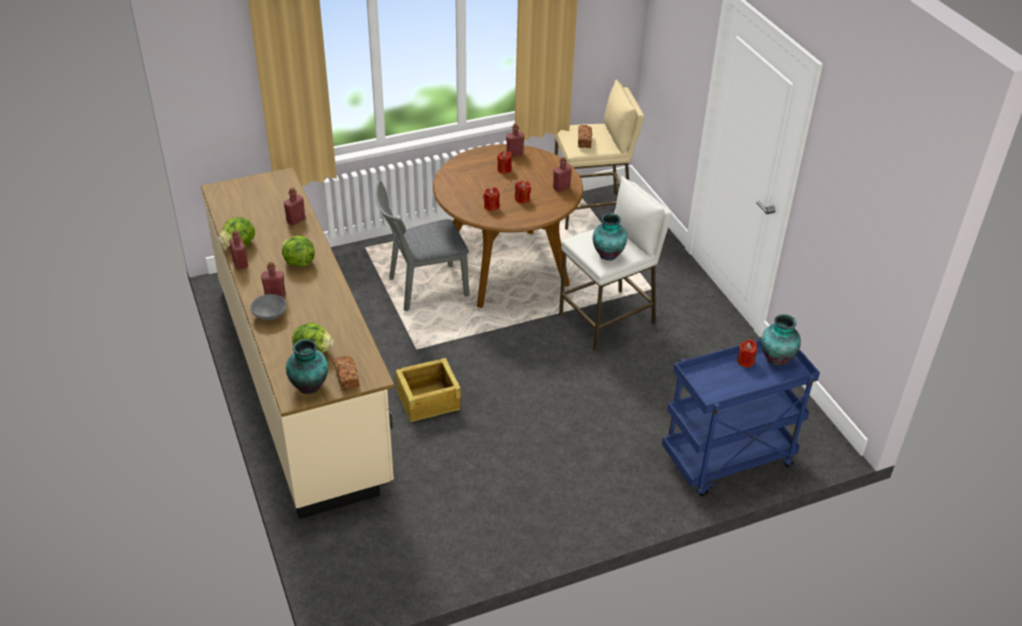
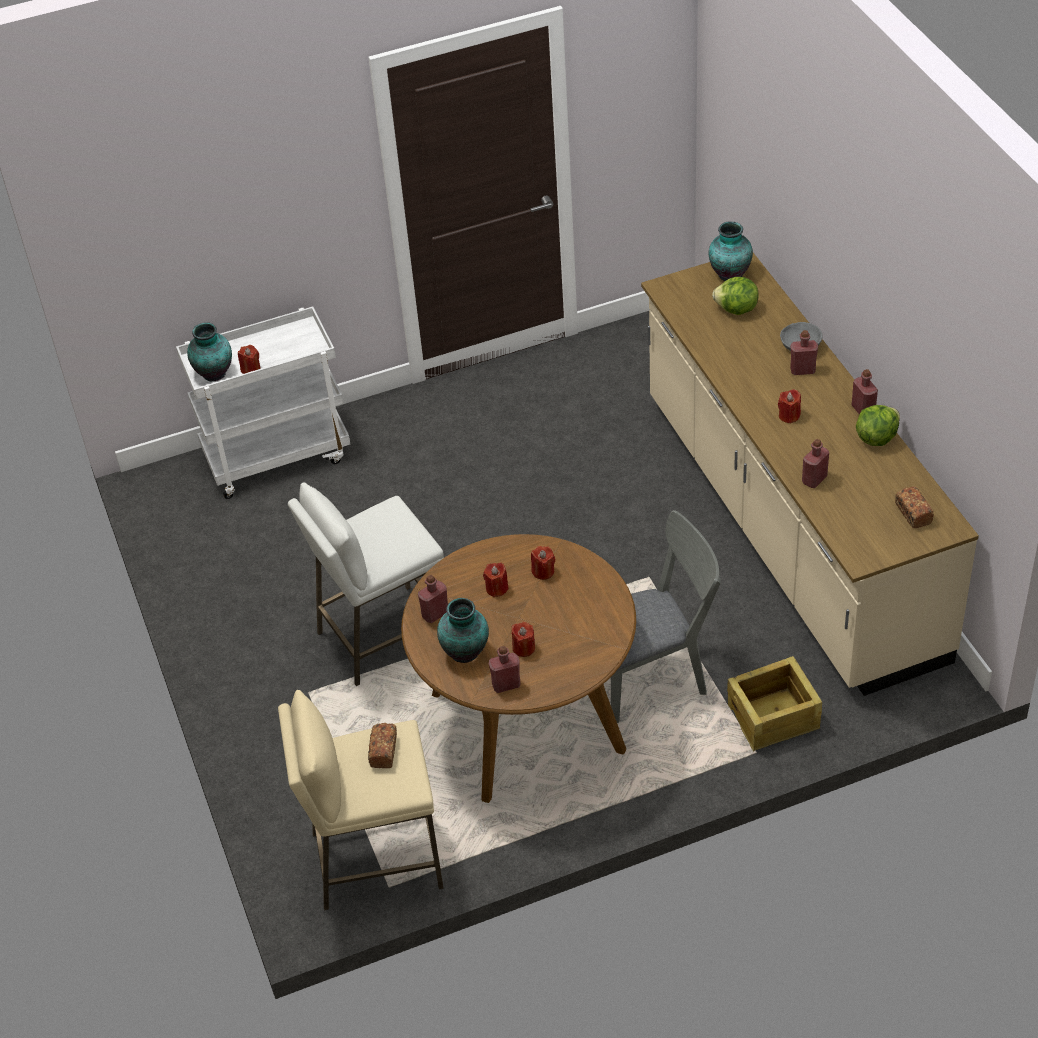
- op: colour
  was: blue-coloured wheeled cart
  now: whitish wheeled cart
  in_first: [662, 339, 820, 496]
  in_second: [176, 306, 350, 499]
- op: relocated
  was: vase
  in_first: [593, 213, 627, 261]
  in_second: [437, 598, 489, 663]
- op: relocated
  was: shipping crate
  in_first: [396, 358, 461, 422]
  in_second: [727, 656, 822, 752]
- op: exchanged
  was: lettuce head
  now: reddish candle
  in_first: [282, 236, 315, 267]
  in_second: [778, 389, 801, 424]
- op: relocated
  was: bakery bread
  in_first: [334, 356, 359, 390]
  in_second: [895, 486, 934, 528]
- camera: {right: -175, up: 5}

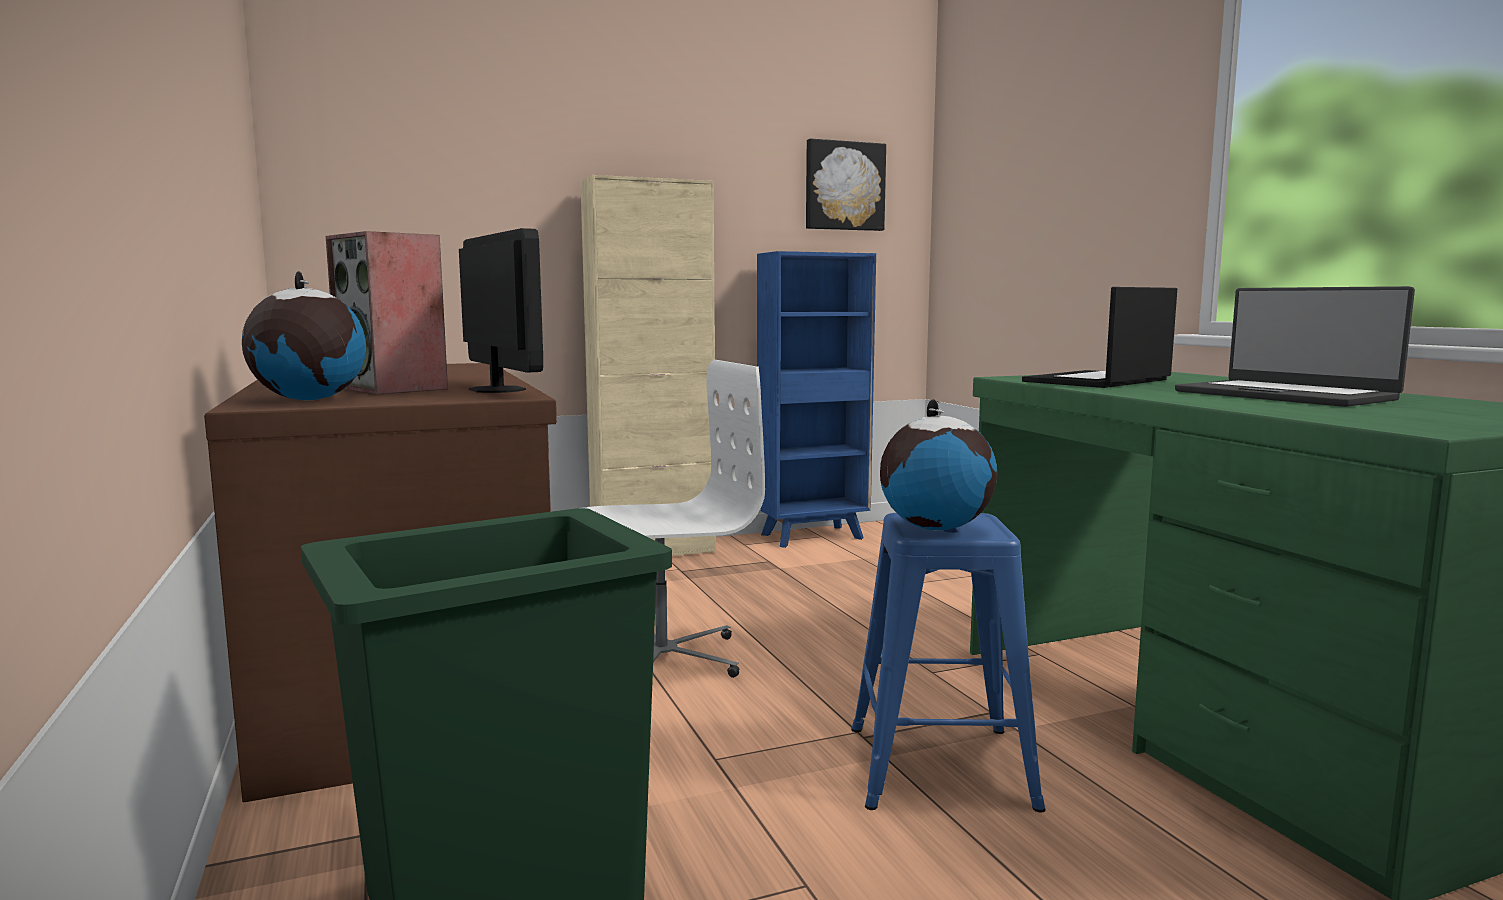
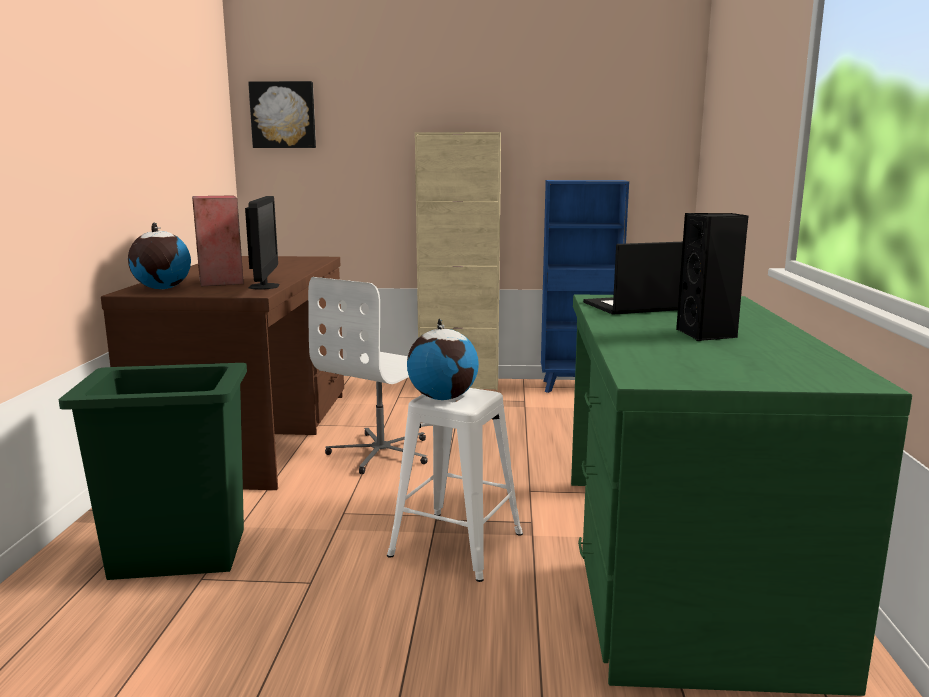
- op: relocated
  was: wall picture
  in_first: [806, 139, 886, 231]
  in_second: [248, 81, 316, 148]
- op: spun
  was: whitish computer chair
  in_first: [582, 360, 765, 678]
  in_second: [308, 277, 428, 474]
  clockwise: 120
- op: colour
  was: blue-coloured sitting stool
  now: whitish sitting stool
  in_first: [851, 513, 1046, 813]
  in_second: [387, 388, 523, 582]
- op: exchanged
  was: notebook computer
  now: black-coloured speaker
  in_first: [1175, 286, 1415, 407]
  in_second: [676, 213, 749, 341]
- camera: {right: 25, up: 5}

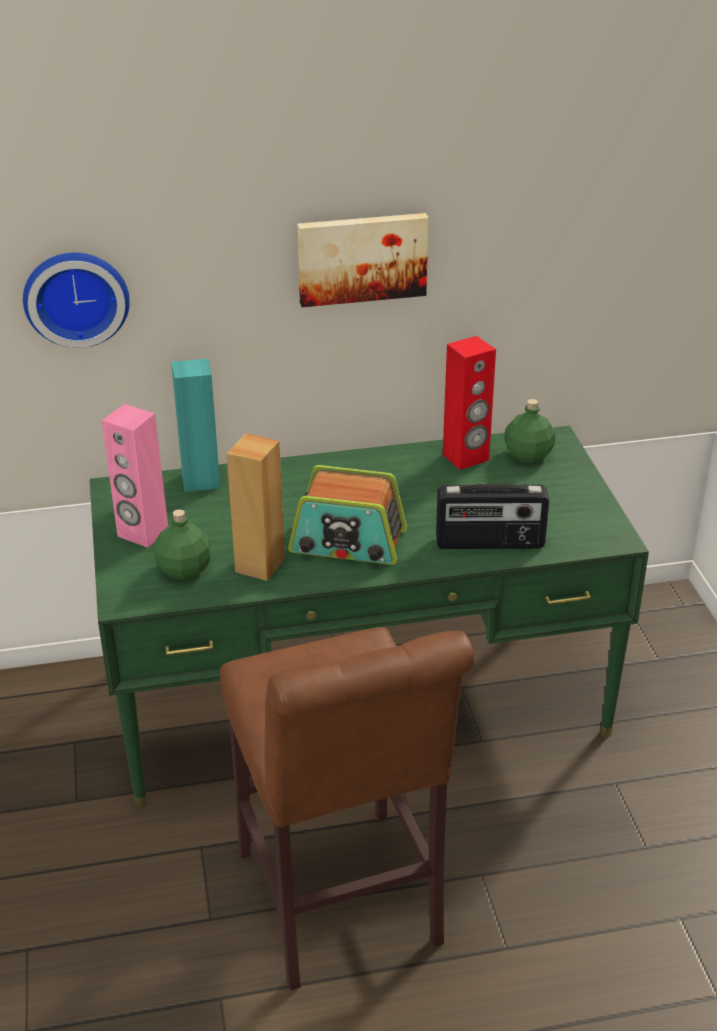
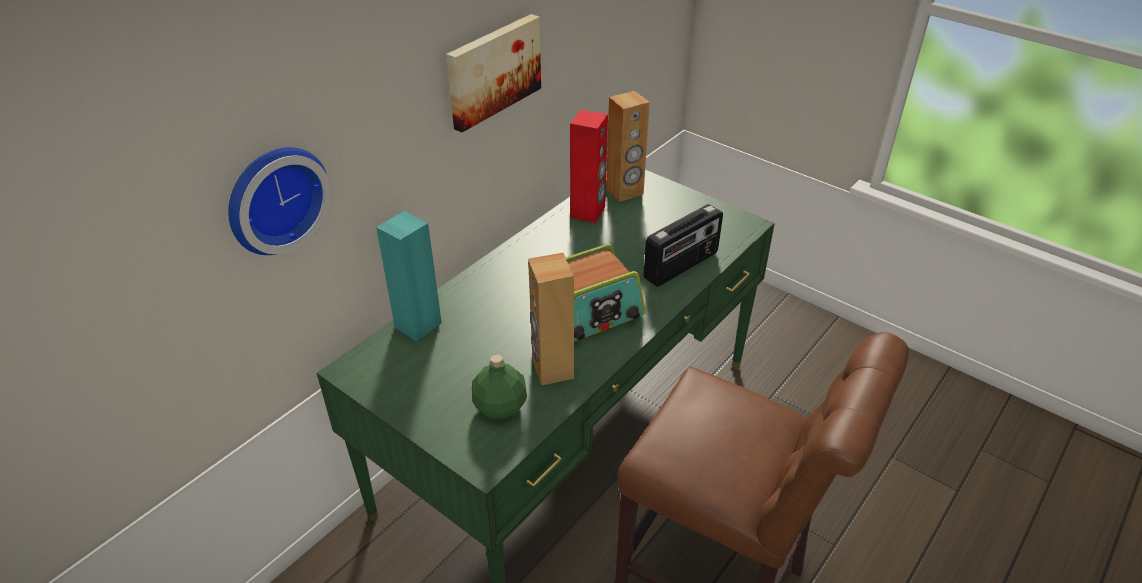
- op: exchanged
  was: green drink bottle
  now: brown speaker
  in_first: [504, 399, 555, 463]
  in_second: [606, 91, 650, 202]
- op: missing
  was: pink-coloured speaker
  in_first: [102, 404, 168, 548]
- camera: {right: -40, up: 5}

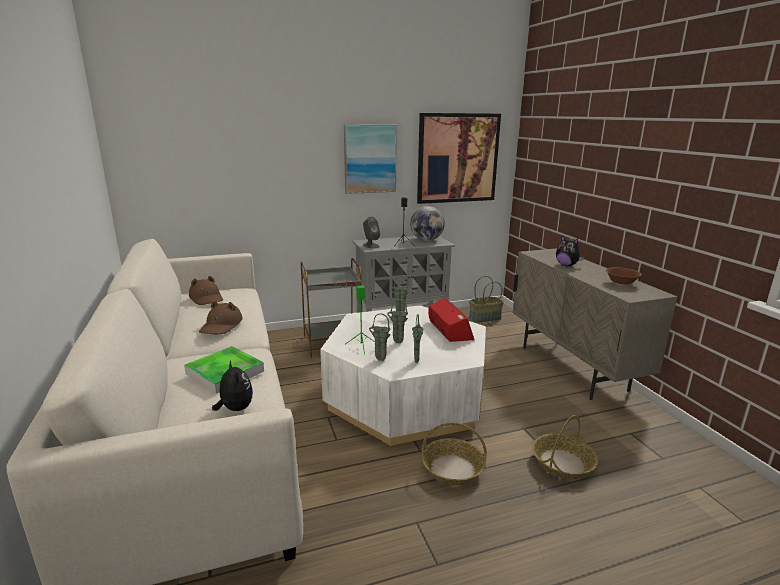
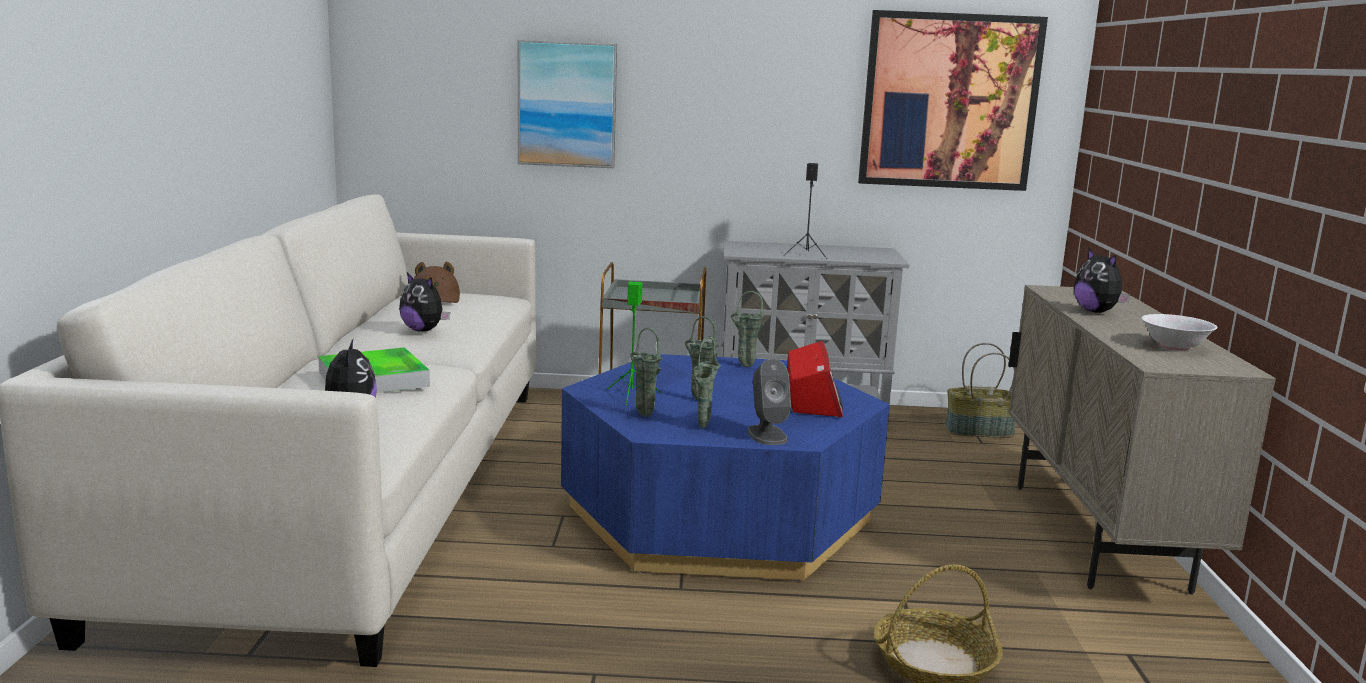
- op: exchanged
  was: brown clothing hat
  now: plush toy
  in_first: [199, 301, 242, 334]
  in_second: [399, 273, 450, 332]
- op: relocated
  was: wall picture
  in_first: [344, 124, 397, 194]
  in_second: [518, 40, 617, 168]
- op: colour
  was: whitish coffee table
  now: blue-coloured coffee table
  in_first: [320, 305, 486, 446]
  in_second: [561, 354, 890, 581]
- op: relocated
  was: gray speaker
  in_first: [363, 216, 380, 249]
  in_second: [747, 359, 791, 445]
- op: colour
  was: brown serving bowl
  now: whitish serving bowl
  in_first: [606, 267, 642, 286]
  in_second: [1142, 314, 1217, 350]
- op: missing
  was: desk globe
  in_first: [410, 206, 445, 241]
- op: missing
  was: basket
  in_first: [422, 422, 487, 486]
- camera: {right: 20, up: -5}

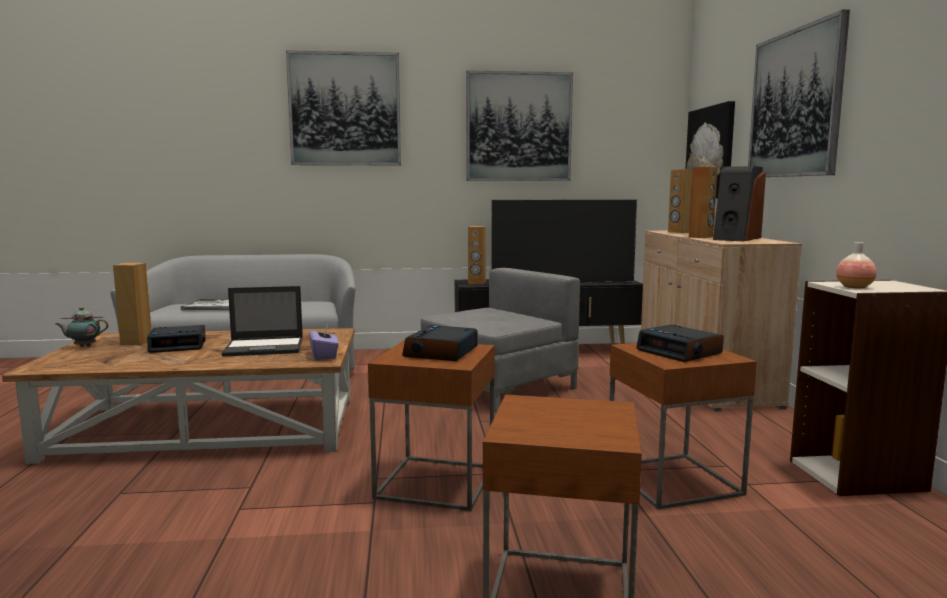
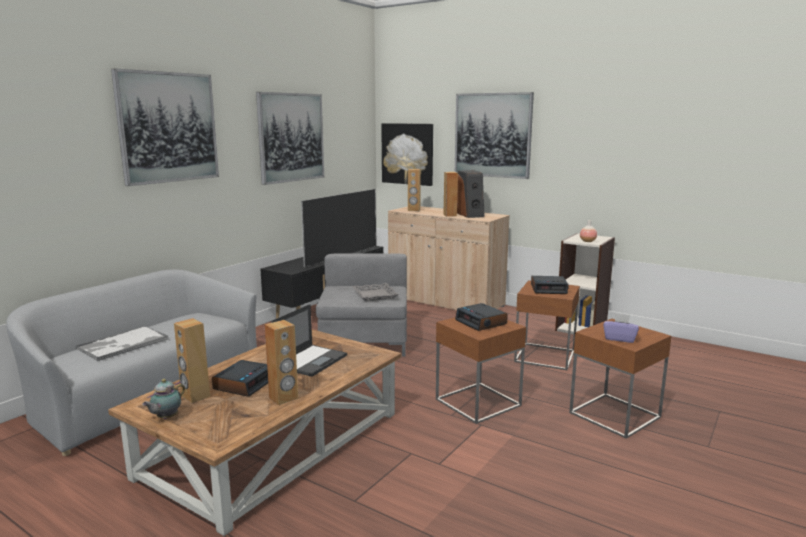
- op: relocated
  was: brown speaker
  in_first: [468, 226, 486, 284]
  in_second: [265, 320, 298, 405]
- op: appeared
  now: gray serving tray
  in_second: [352, 283, 399, 301]
- op: relocated
  was: purple box of tissues
  in_first: [309, 324, 339, 360]
  in_second: [603, 313, 639, 343]
- camera: {right: -50, up: 5}

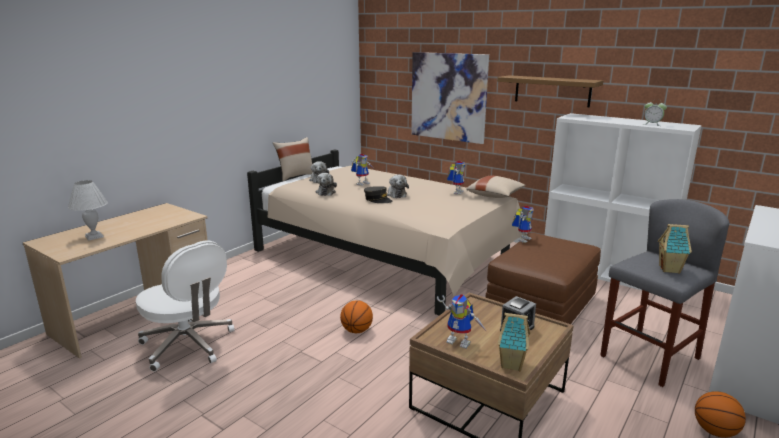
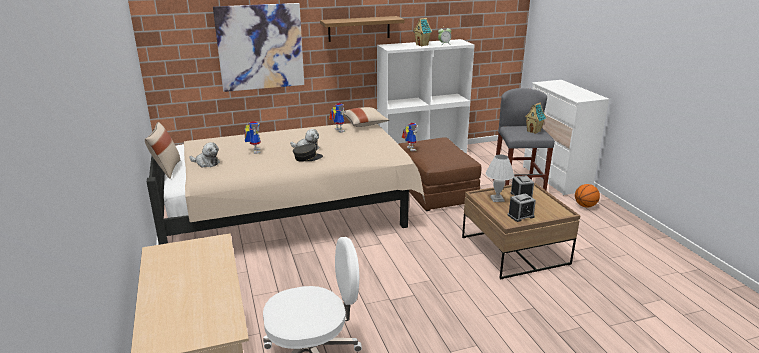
- op: relocated
  was: miniature house
  in_first: [498, 313, 530, 371]
  in_second: [413, 18, 432, 46]
- op: relocated
  was: whitish table lamp
  in_first: [68, 180, 108, 240]
  in_second: [485, 155, 514, 202]
- op: exchanged
  was: robot figure
  now: alarm clock
  in_first: [437, 295, 486, 349]
  in_second: [508, 193, 536, 222]
- op: missing
  was: plush toy
  in_first: [316, 173, 337, 196]
- op: missing
  was: basketball
  in_first: [340, 300, 373, 333]
- camera: {right: -55, up: 5}

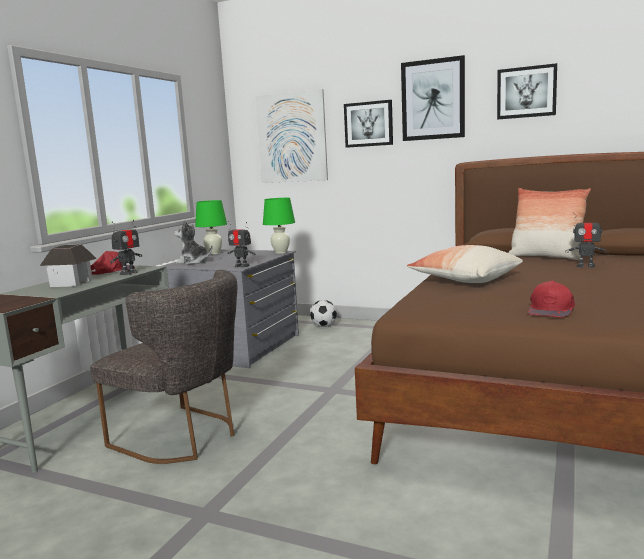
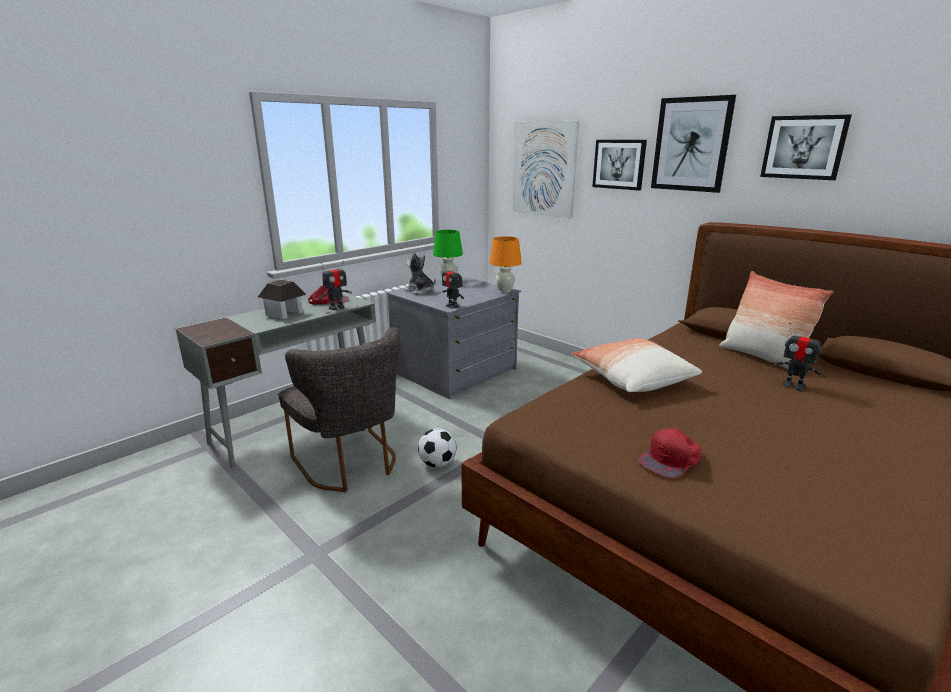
- op: relocated
  was: ball for football
  in_first: [310, 300, 337, 327]
  in_second: [418, 428, 456, 467]
- op: colour
  was: green table lamp
  now: orangey table lamp
  in_first: [263, 198, 295, 254]
  in_second: [490, 236, 522, 293]
- camera: {right: 20, up: 10}

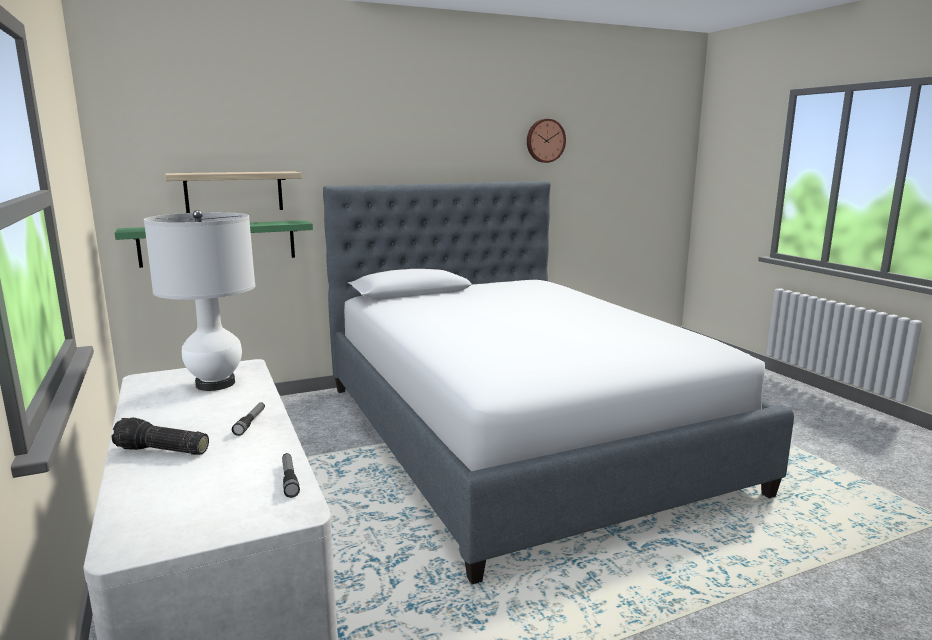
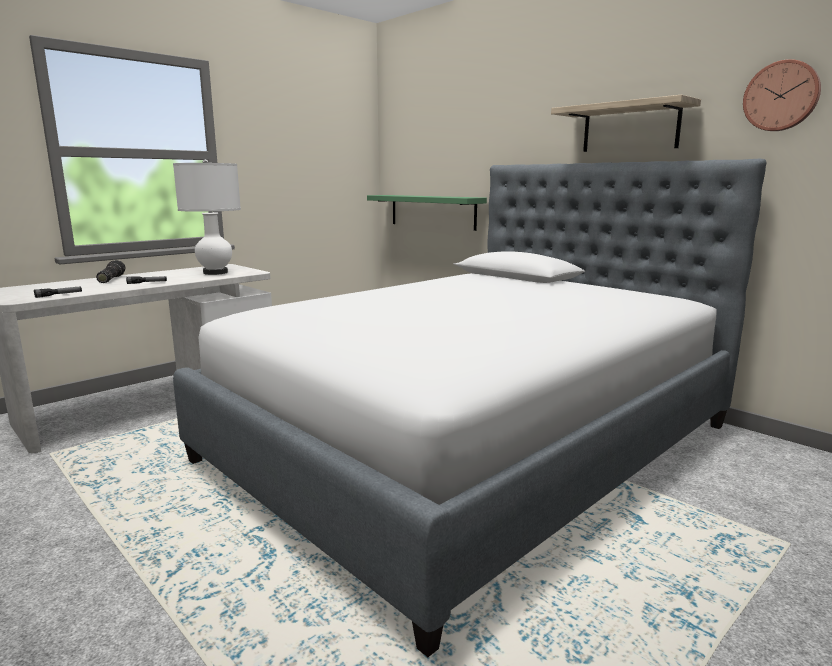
- op: relocated
  was: bracket shelf
  in_first: [165, 171, 302, 213]
  in_second: [551, 95, 701, 152]
- camera: {right: 70, up: 0}

